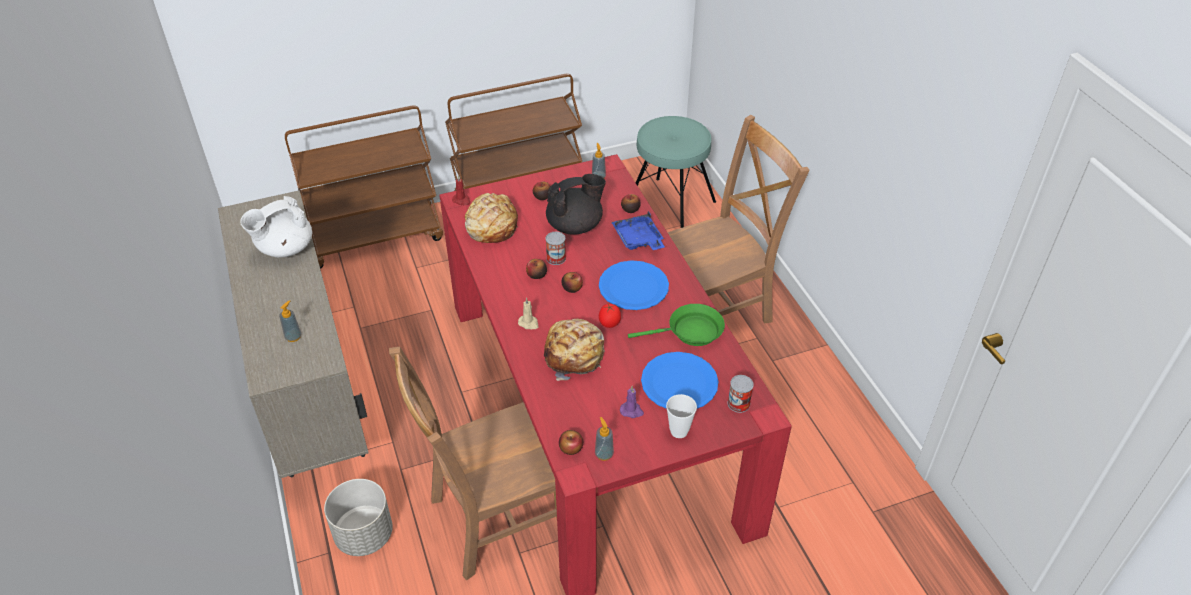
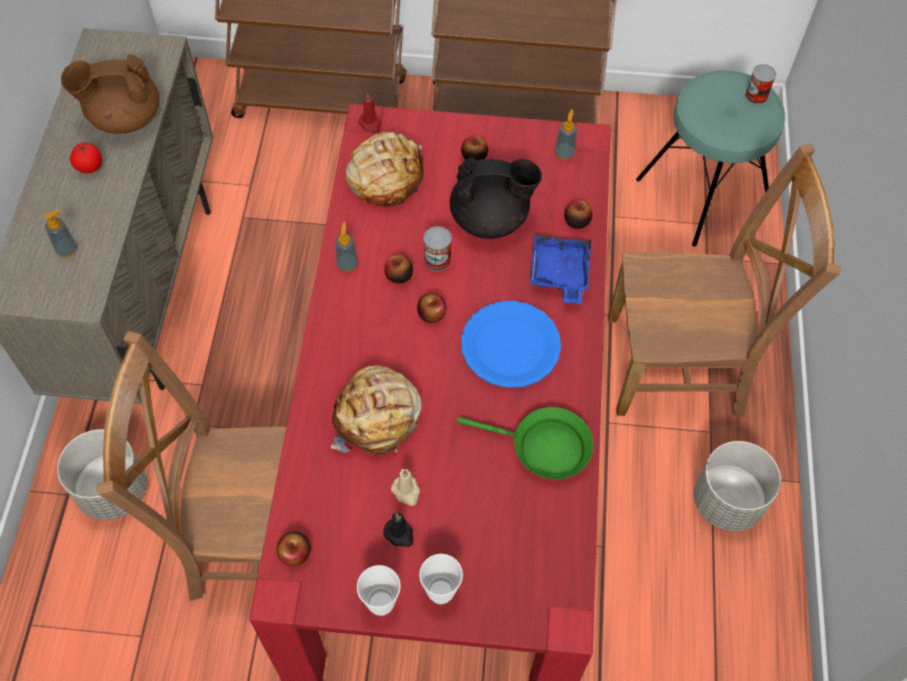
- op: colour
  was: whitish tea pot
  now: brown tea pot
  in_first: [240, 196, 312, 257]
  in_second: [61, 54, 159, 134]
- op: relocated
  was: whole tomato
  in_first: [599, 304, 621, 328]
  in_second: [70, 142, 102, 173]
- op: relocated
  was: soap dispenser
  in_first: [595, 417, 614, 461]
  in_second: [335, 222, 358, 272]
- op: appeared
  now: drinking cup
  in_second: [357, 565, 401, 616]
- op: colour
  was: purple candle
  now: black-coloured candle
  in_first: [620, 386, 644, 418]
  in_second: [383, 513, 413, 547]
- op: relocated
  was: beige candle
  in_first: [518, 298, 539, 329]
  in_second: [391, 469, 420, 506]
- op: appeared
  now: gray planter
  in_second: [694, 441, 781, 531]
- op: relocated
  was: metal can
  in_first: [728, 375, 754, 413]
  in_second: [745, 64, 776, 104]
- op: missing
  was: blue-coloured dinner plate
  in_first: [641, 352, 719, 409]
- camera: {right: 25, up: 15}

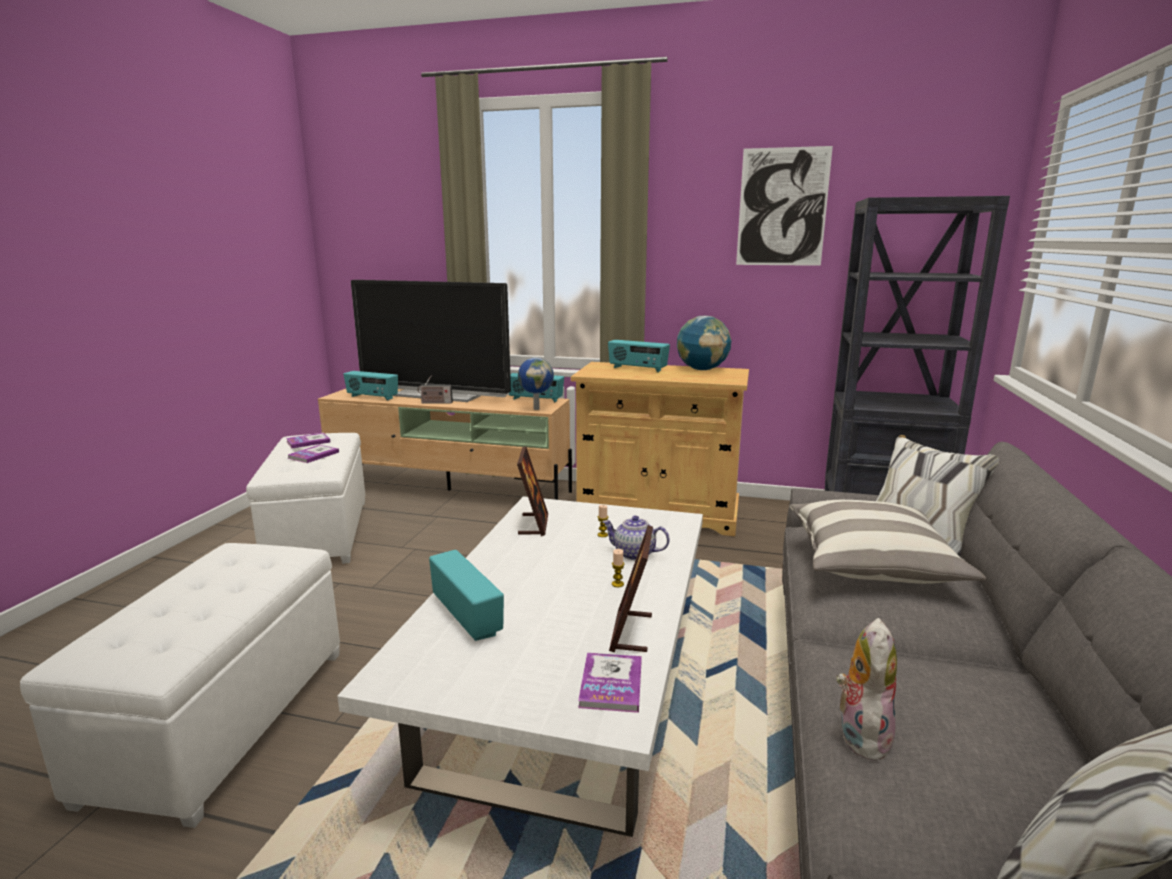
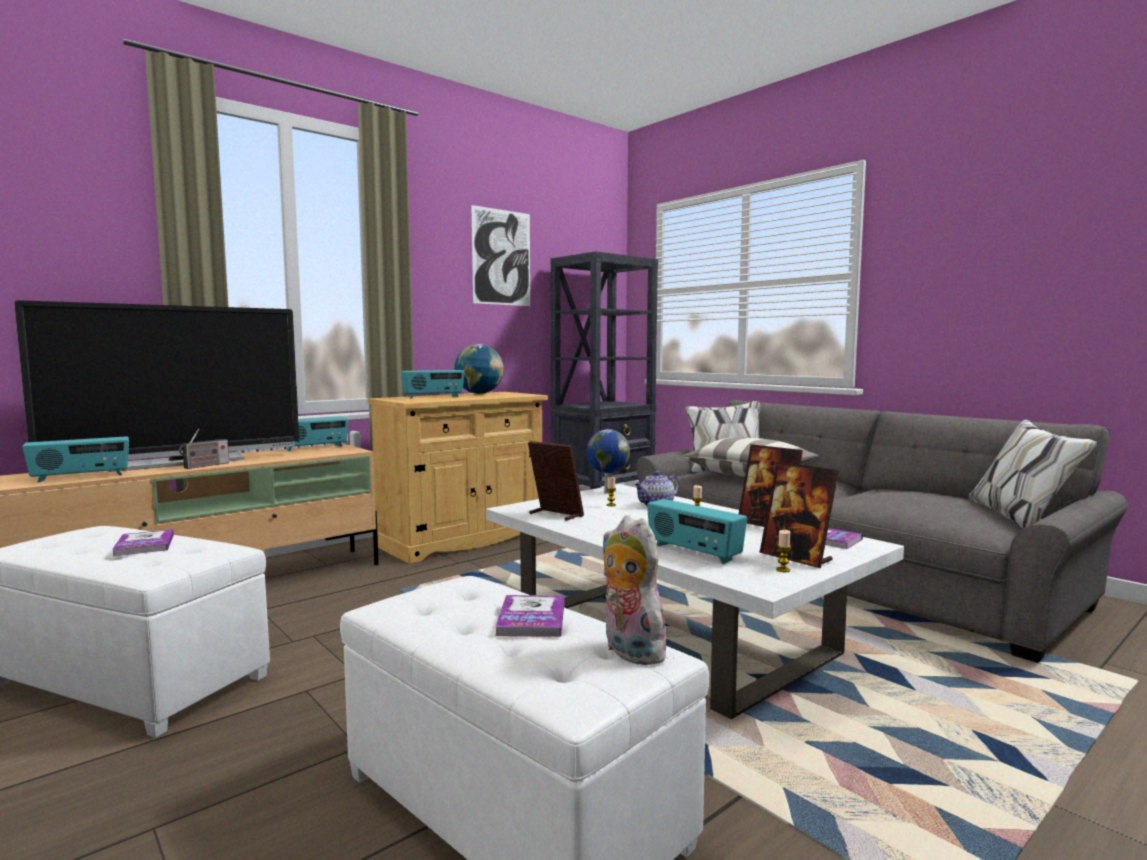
- op: relocated
  was: volume
  in_first: [286, 432, 331, 448]
  in_second: [495, 595, 564, 637]
- op: relocated
  was: desk globe
  in_first: [518, 357, 554, 410]
  in_second: [587, 429, 630, 494]
- op: relocated
  was: plush toy
  in_first: [836, 618, 897, 761]
  in_second: [603, 515, 672, 665]
- op: spun
  was: radio set
  in_first: [429, 550, 504, 641]
  in_second: [647, 499, 747, 564]
  clockwise: -135
- op: appeared
  now: picture frame
  in_second: [759, 462, 839, 568]
- op: appeared
  now: candle
  in_second: [776, 530, 791, 572]
- camera: {right: -55, up: -10}

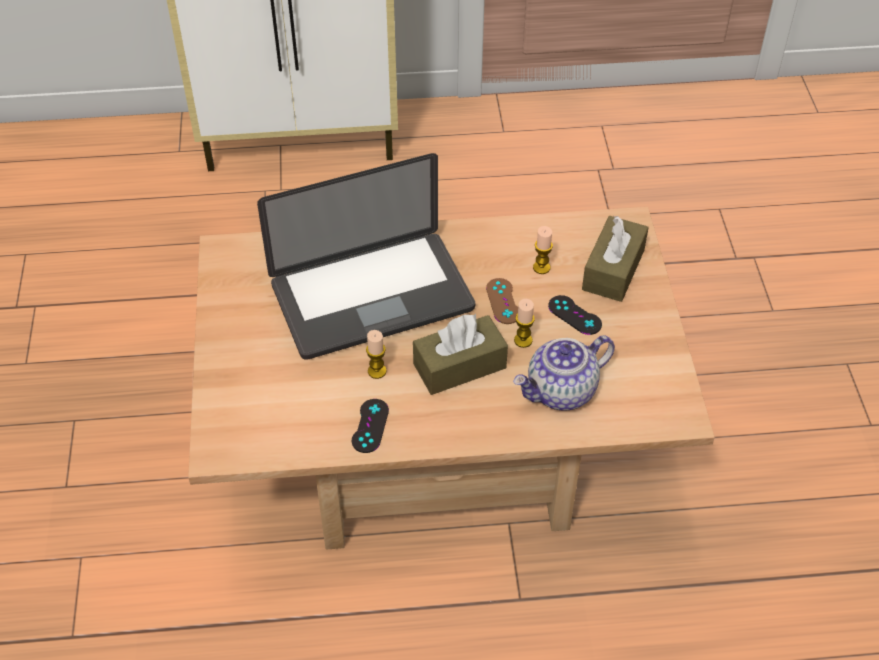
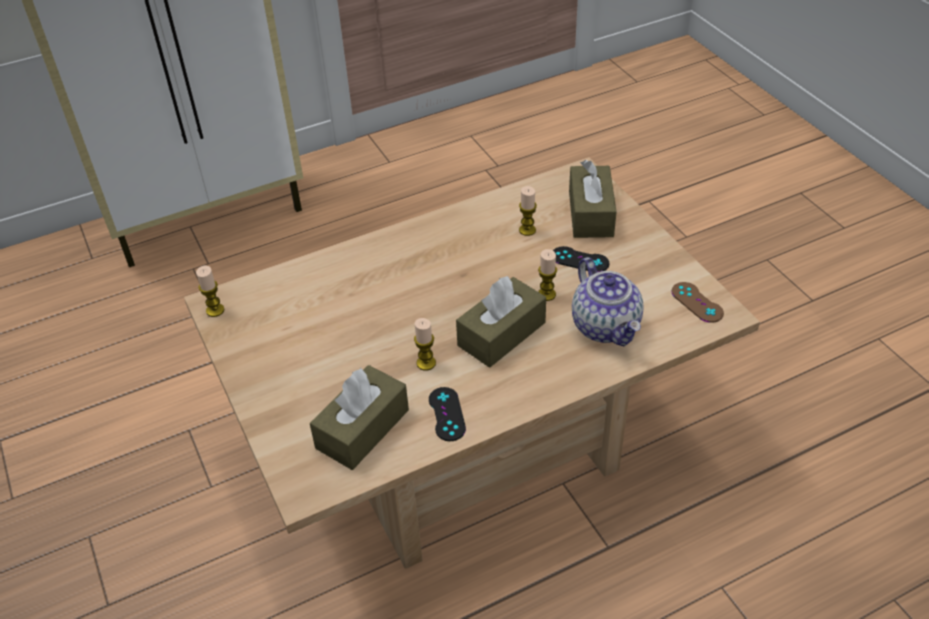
- op: appeared
  now: candle
  in_second: [196, 266, 224, 317]
- op: appeared
  now: brown box of tissues
  in_second: [310, 365, 409, 470]
- op: spun
  was: tea pot
  in_first: [513, 335, 615, 411]
  in_second: [572, 257, 644, 346]
  clockwise: -60
- op: relocated
  was: brown game controller
  in_first: [486, 278, 518, 324]
  in_second: [672, 282, 724, 323]
- op: missing
  was: notebook computer
  in_first: [257, 153, 475, 360]
- camera: {right: -20, up: -5}

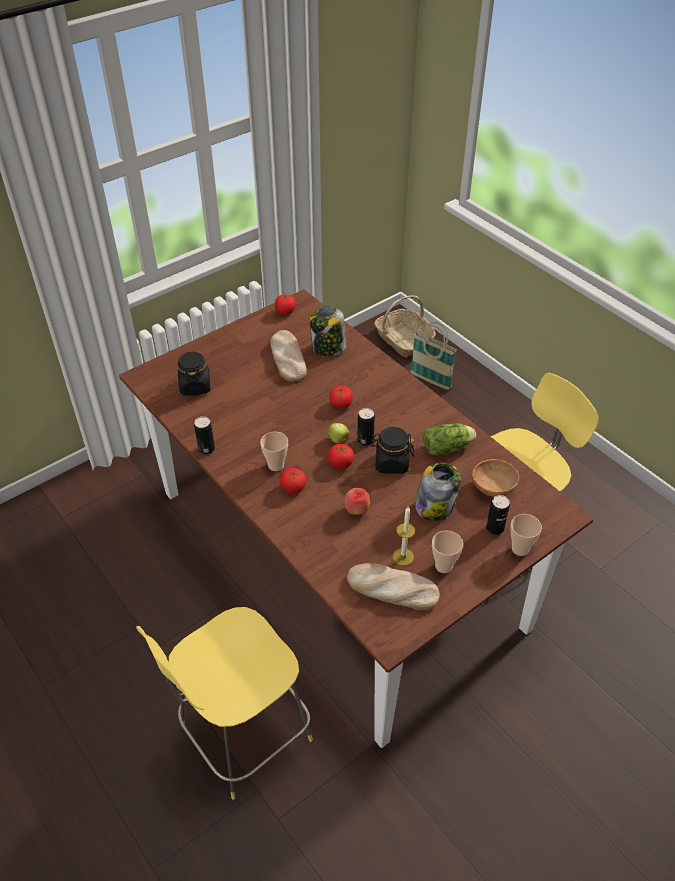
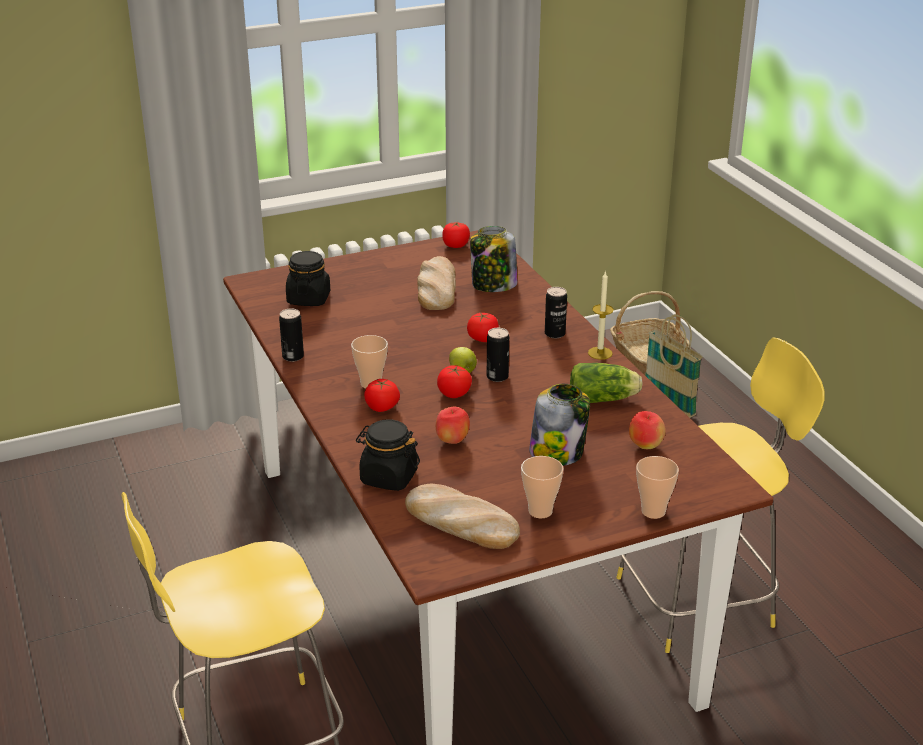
- op: relocated
  was: black-coloured preserve jar
  in_first: [371, 427, 414, 474]
  in_second: [356, 419, 420, 491]
- op: relocated
  was: metal can
  in_first: [486, 495, 510, 535]
  in_second: [545, 287, 567, 338]
- op: relocated
  was: candle
  in_first: [393, 507, 415, 566]
  in_second: [588, 271, 614, 360]
- op: exchanged
  was: brown serving bowl
  now: apple fruit
  in_first: [472, 459, 519, 497]
  in_second: [629, 411, 666, 449]
- camera: {right: 15, up: -15}

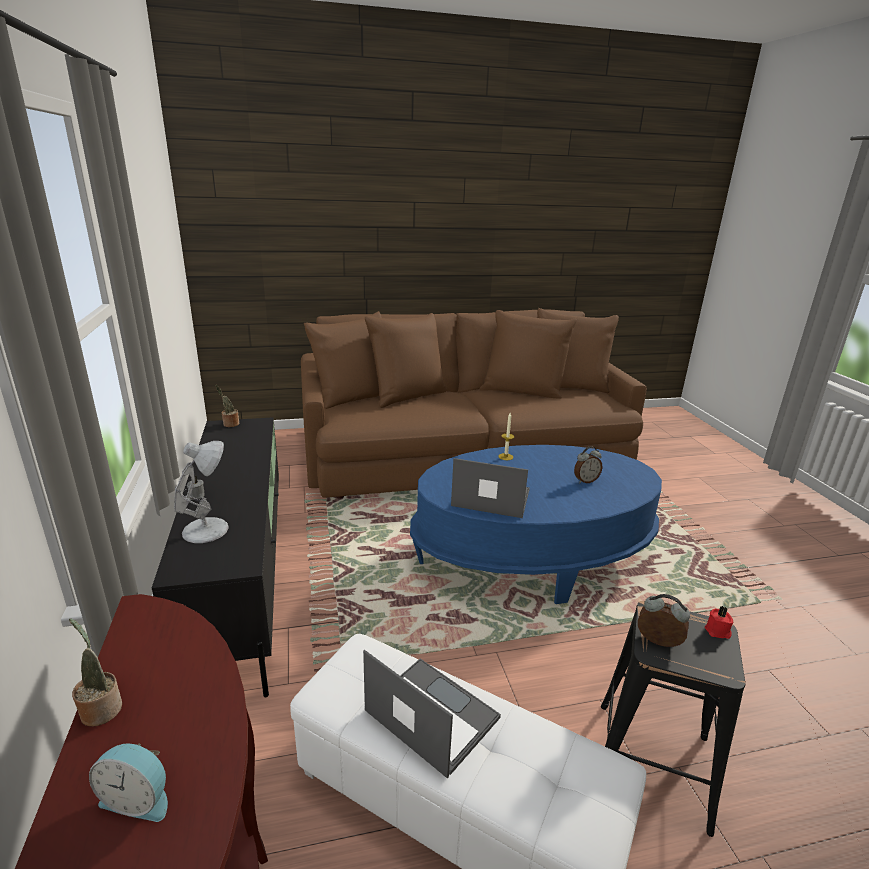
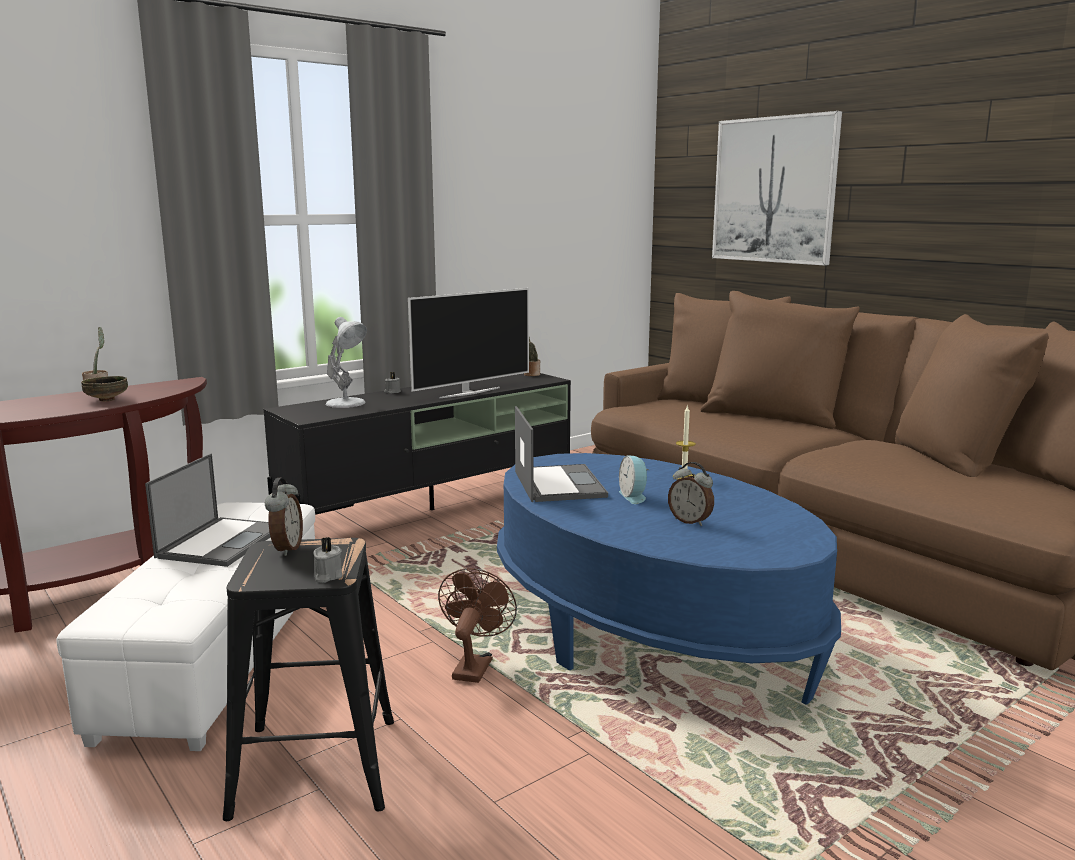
- op: appeared
  now: serving bowl
  in_second: [81, 376, 128, 401]
- op: colour
  was: reddish candle
  now: gray candle
  in_first: [705, 606, 734, 639]
  in_second: [313, 537, 342, 583]
- op: appeared
  now: television
  in_second: [408, 288, 529, 398]
- op: appeared
  now: brown cooling fan
  in_second: [438, 568, 517, 683]
- op: relocated
  was: alarm clock
  in_first: [89, 743, 168, 822]
  in_second: [619, 456, 648, 504]
- op: appeared
  now: wall picture
  in_second: [712, 111, 842, 266]
- camera: {right: 65, up: -10}

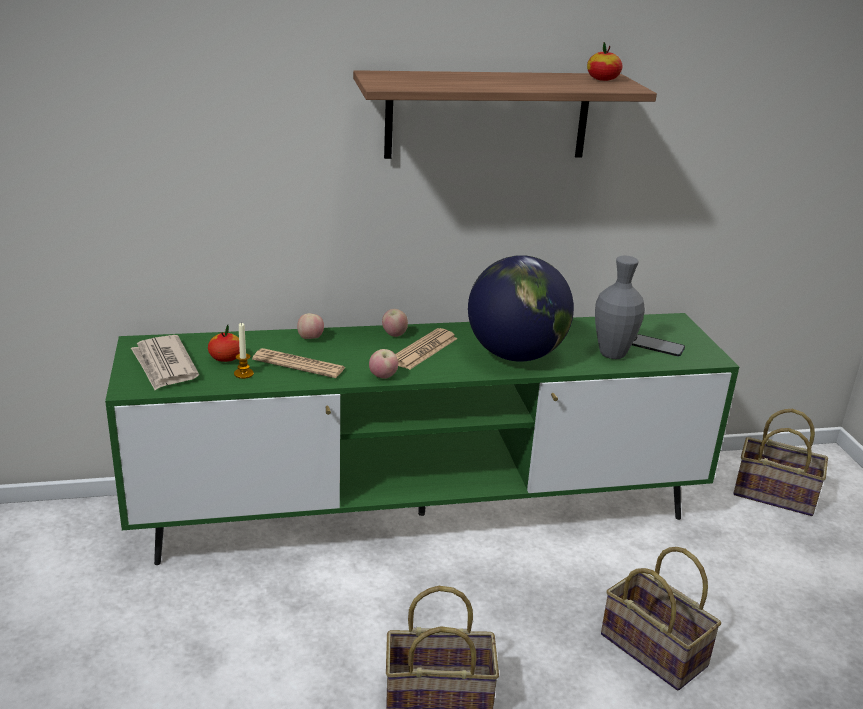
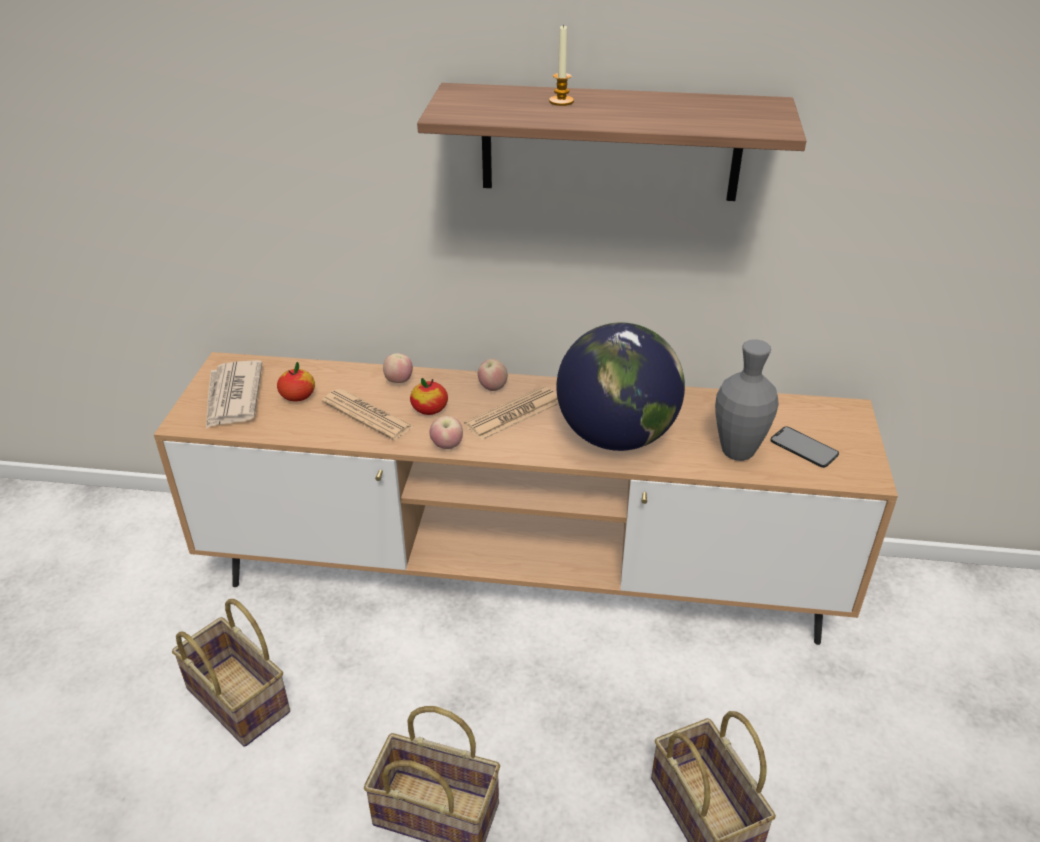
- op: colour
  was: green tv unit
  now: brown tv unit
  in_first: [105, 313, 739, 565]
  in_second: [154, 352, 898, 645]
- op: relocated
  was: basket
  in_first: [733, 409, 828, 516]
  in_second: [172, 599, 290, 747]
- op: relocated
  was: apple fruit
  in_first: [587, 42, 622, 81]
  in_second: [410, 378, 448, 415]
- op: relocated
  was: candle
  in_first: [234, 322, 254, 379]
  in_second: [549, 24, 574, 106]
- camera: {right: 20, up: 10}

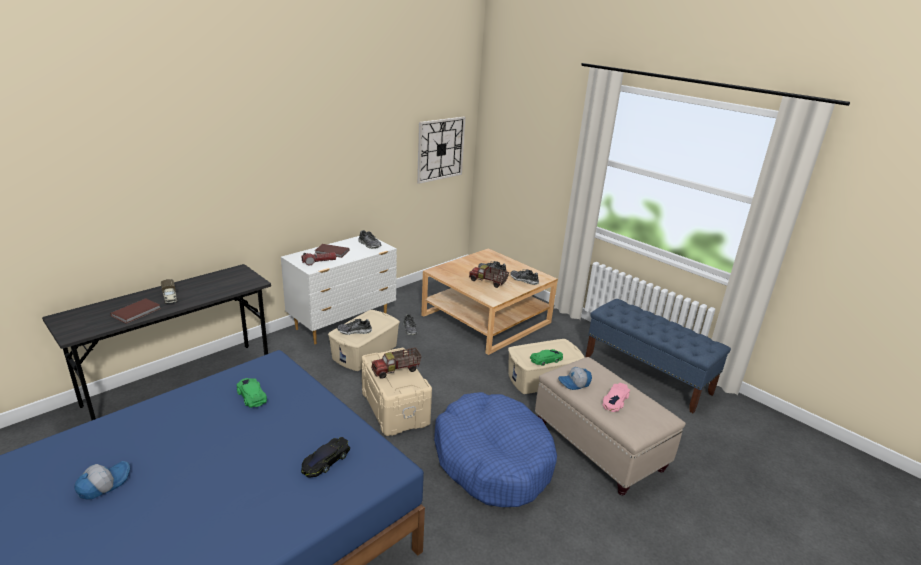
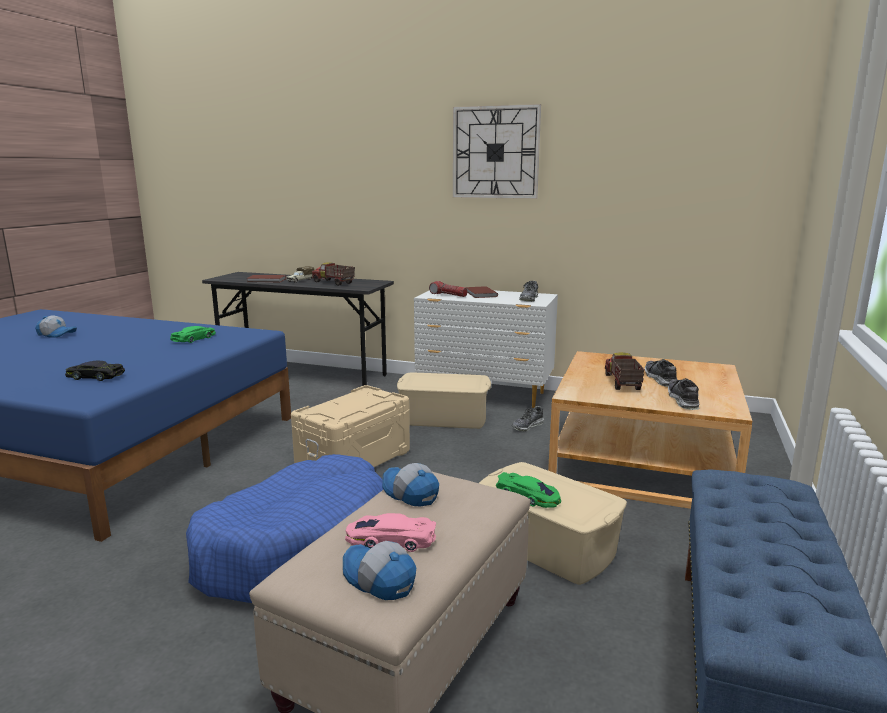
- op: relocated
  was: model truck
  in_first: [371, 347, 422, 379]
  in_second: [312, 262, 355, 286]
- op: appeared
  now: cap
  in_second: [343, 541, 416, 600]
- op: relocated
  was: clock on the wall
  in_first: [417, 117, 466, 184]
  in_second: [453, 104, 541, 199]
- op: missing
  was: low shoe
  in_first: [337, 319, 372, 335]
- camera: {right: 65, up: -10}

